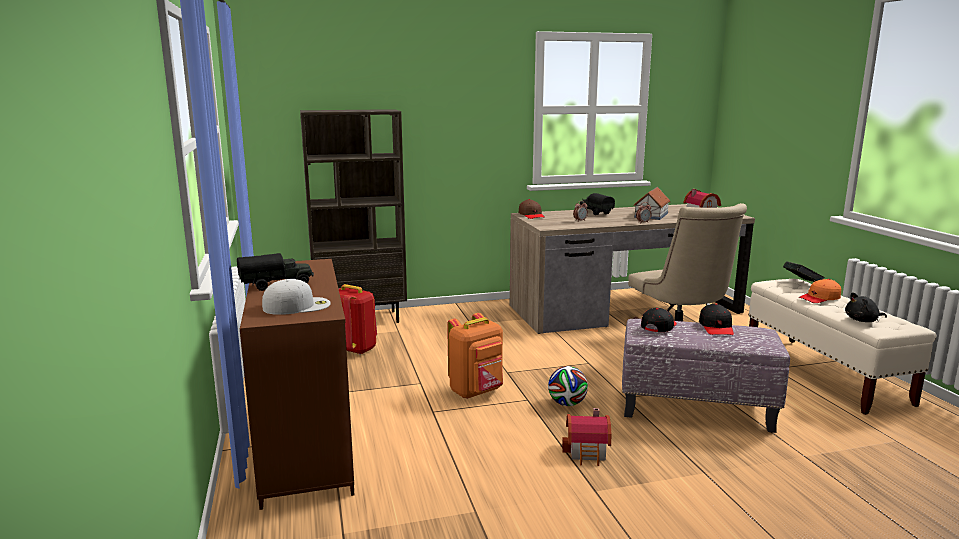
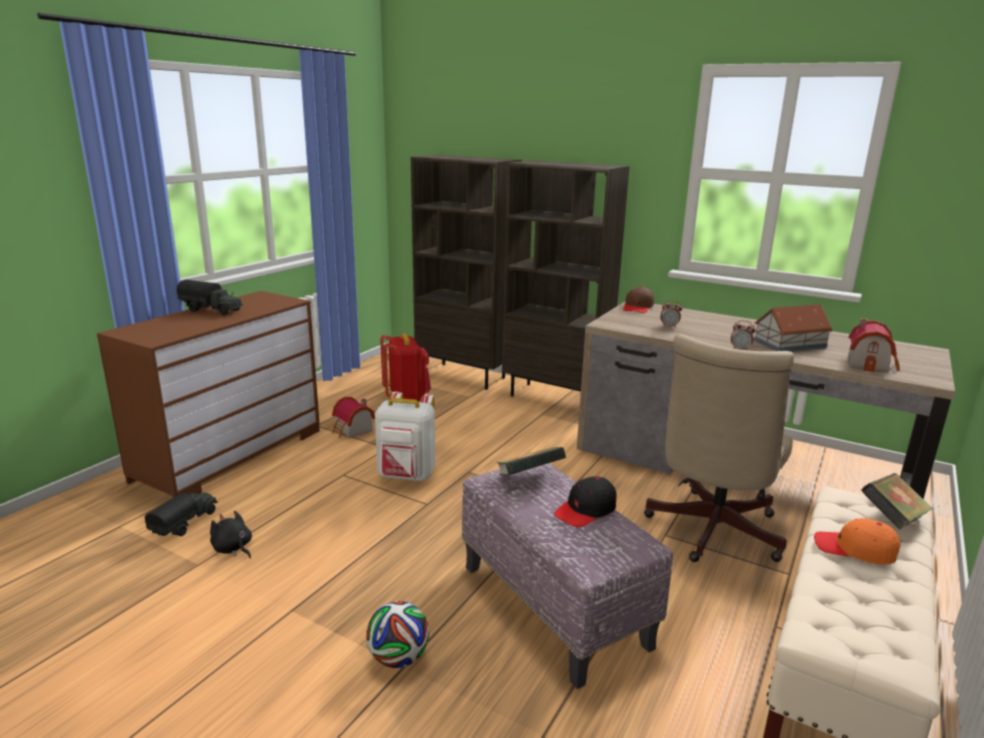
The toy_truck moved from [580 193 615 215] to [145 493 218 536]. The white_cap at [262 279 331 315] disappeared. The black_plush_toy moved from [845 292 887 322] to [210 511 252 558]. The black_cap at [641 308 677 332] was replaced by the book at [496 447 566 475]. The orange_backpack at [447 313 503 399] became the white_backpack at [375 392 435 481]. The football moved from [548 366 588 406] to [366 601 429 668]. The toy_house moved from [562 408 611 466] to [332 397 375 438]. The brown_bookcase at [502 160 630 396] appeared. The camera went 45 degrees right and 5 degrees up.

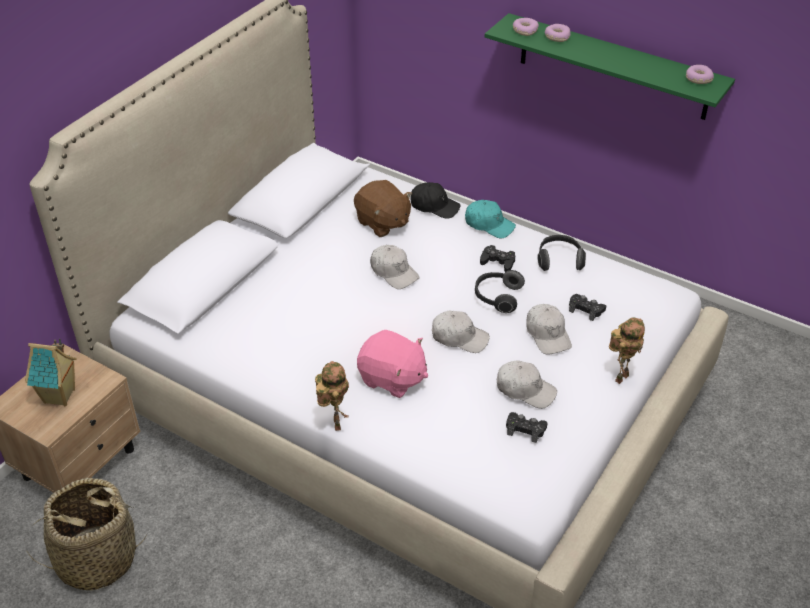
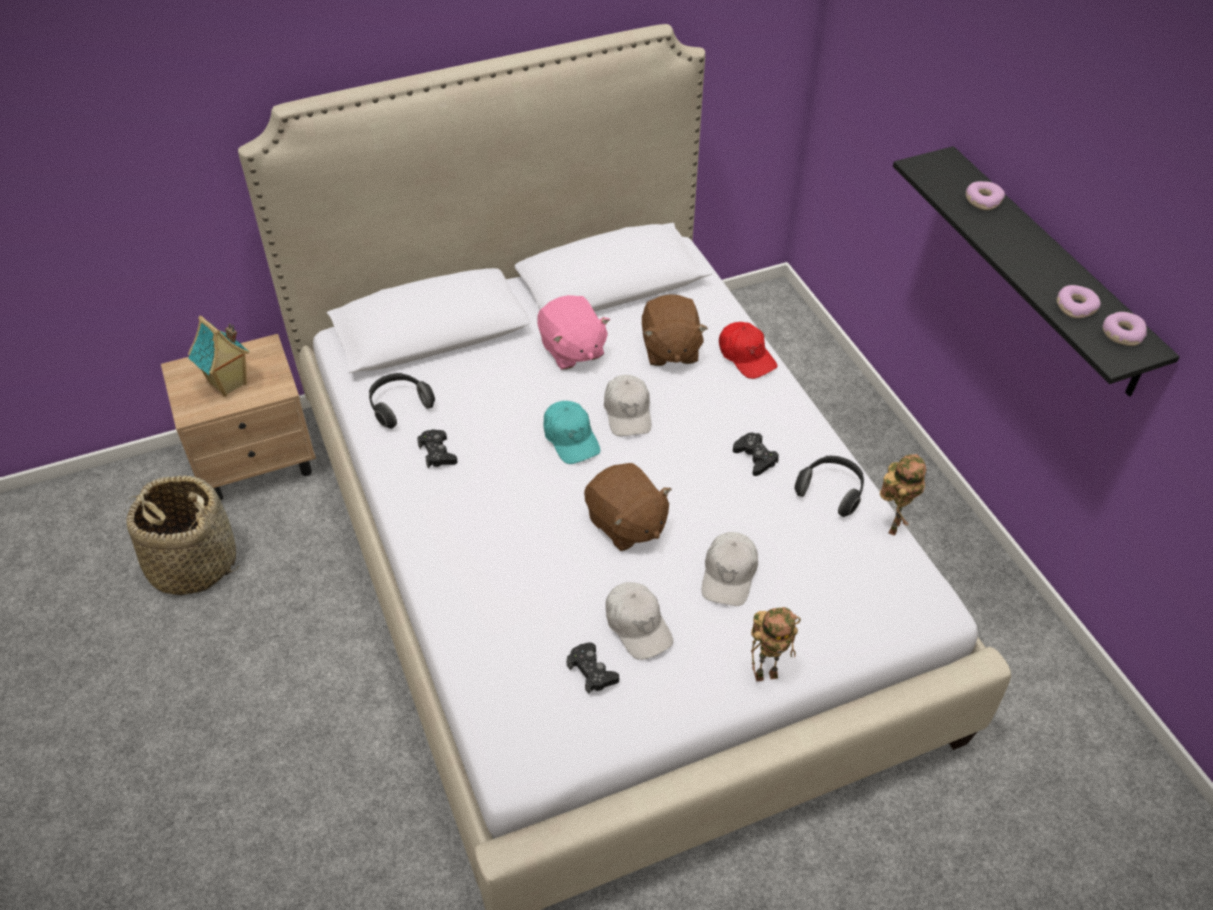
The green_shelf at [485 13 735 120] became the black_shelf at [893 146 1180 397]. The donut moved from [513 18 539 36] to [1057 285 1101 318]. The black_cap at [410 182 461 219] became the red_cap at [719 322 777 379]. The turquoise_cap moved from [465 200 516 239] to [543 401 600 464]. The headphones moved from [475 270 525 313] to [369 373 435 429]. The black_game_controller moved from [569 294 606 321] to [417 429 458 468]. The white_cap at [432 311 490 353] was replaced by the brown_plush_toy at [584 463 672 551]. The pink_plush_toy moved from [357 330 428 398] to [537 295 610 370]. The toy_robot moved from [315 361 349 431] to [880 454 926 536]. The camera went 35 degrees right and 5 degrees up.

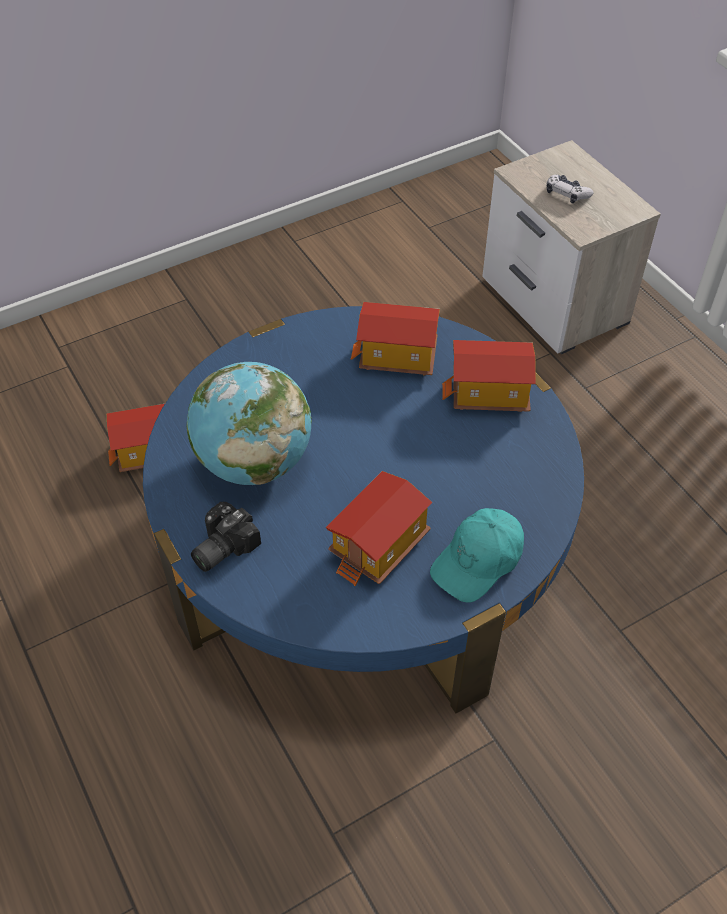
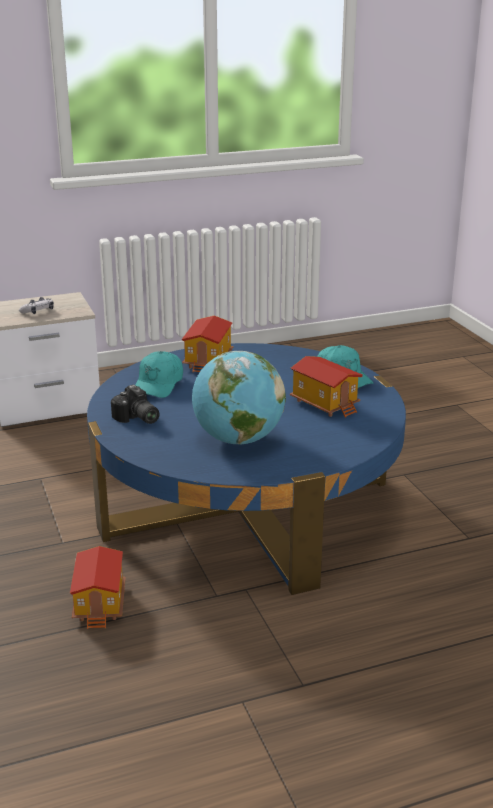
The toy_house at [351 302 440 376] was replaced by the turquoise_cap at [135 351 183 398]. The photo_camera moved from [191 502 261 572] to [111 385 159 424]. The camera went 80 degrees left and 25 degrees down.

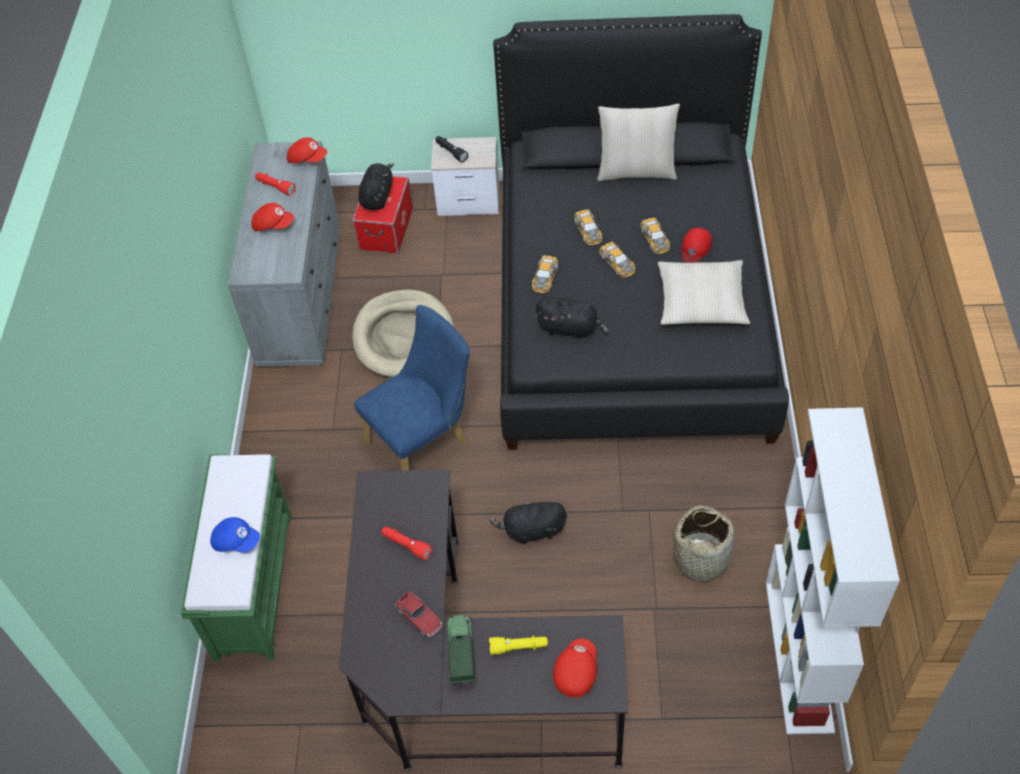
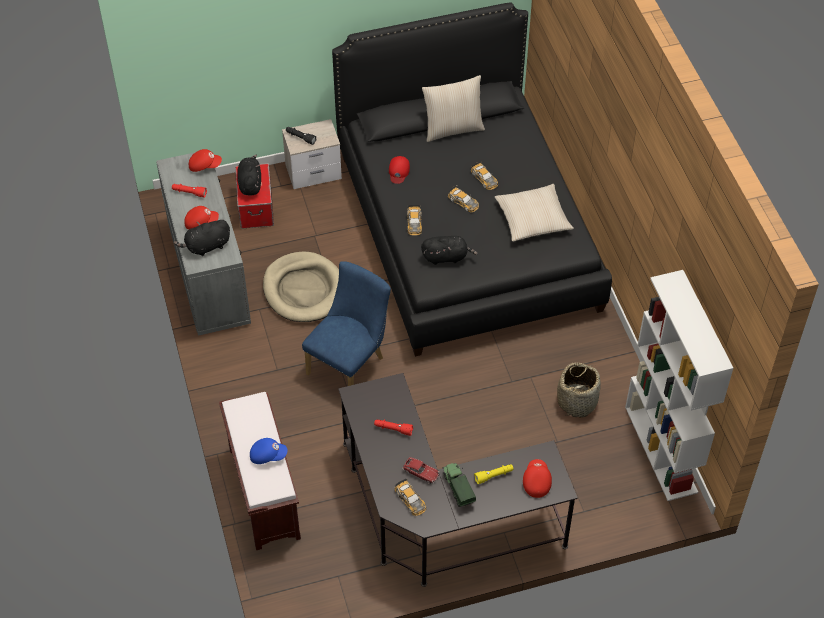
The toy_car moved from [574 207 603 245] to [395 478 427 516]. The red_cap moved from [682 228 712 263] to [389 156 410 184]. The green_bench at [181 454 291 661] became the brown_bench at [219 392 301 550]. The black_plush_toy moved from [489 499 567 544] to [174 219 230 256]. The camera went 20 degrees left and 0 degrees up.

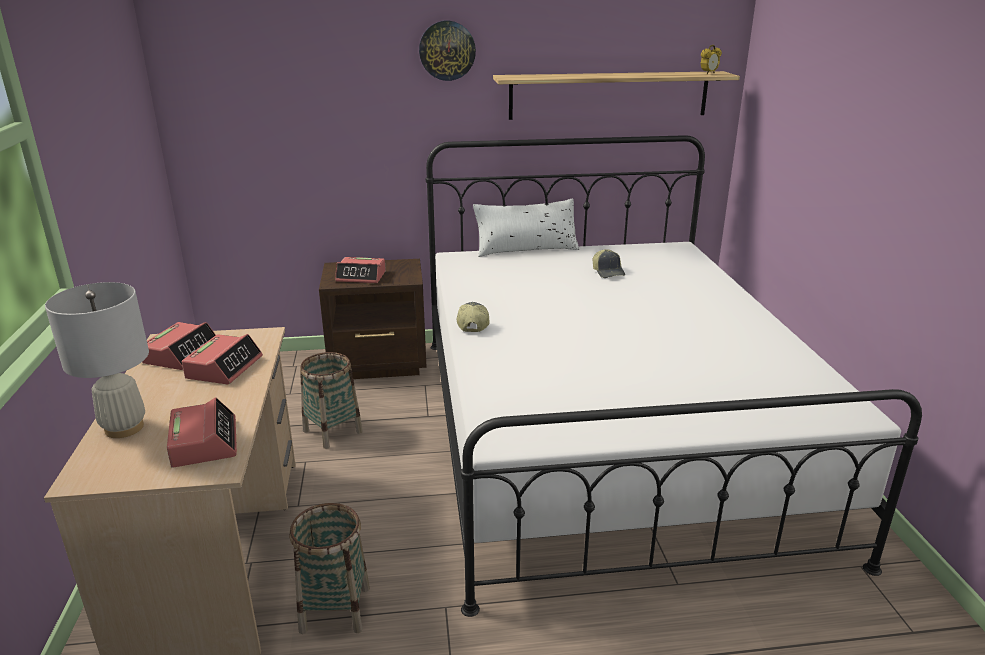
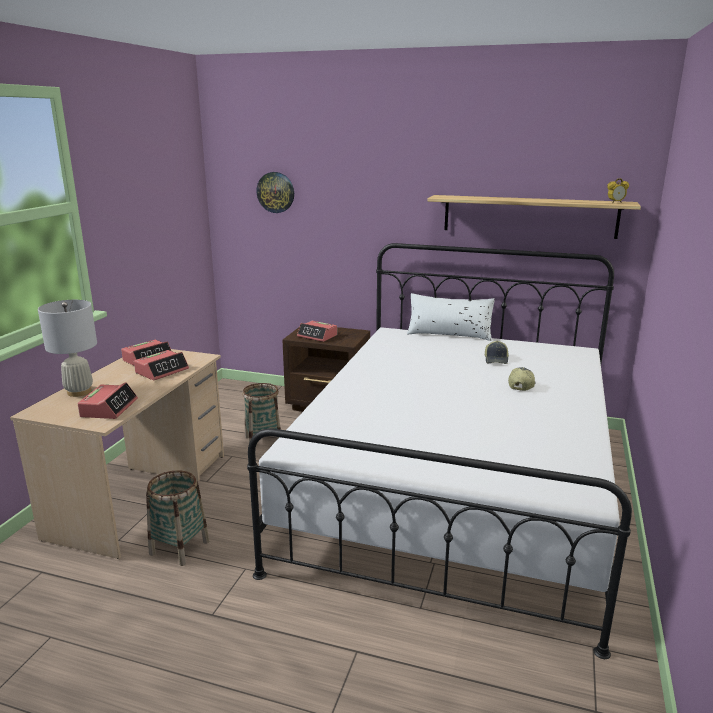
The wall_clock moved from [419 21 476 81] to [256 172 294 213]. The cap moved from [457 302 489 332] to [508 367 535 391]. The camera went 25 degrees right and 5 degrees down.

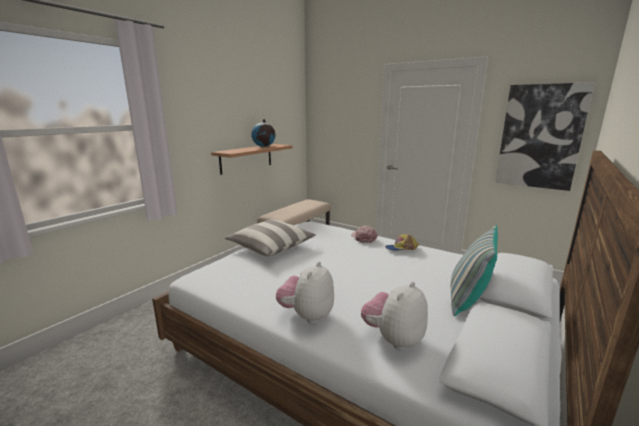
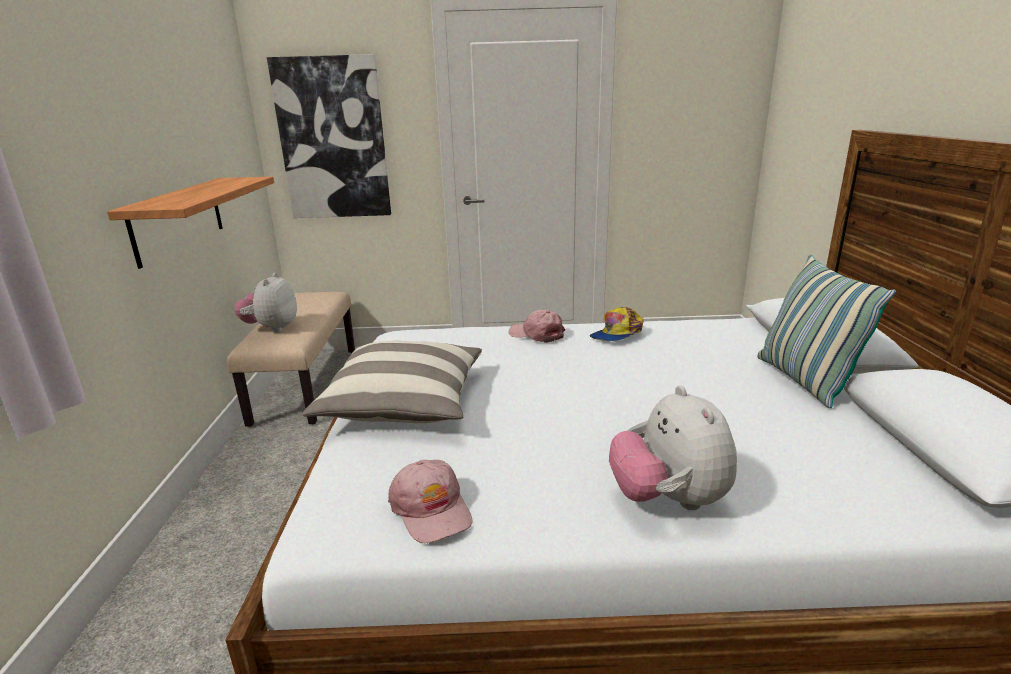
The picture moved from [495 82 595 191] to [267 54 391 218]. The globe at [251 119 275 147] disappeared. The plush_toy moved from [361 282 428 350] to [234 273 297 333]. The pink_cap at [388 460 472 543] appeared. The camera went 35 degrees left and 5 degrees up.

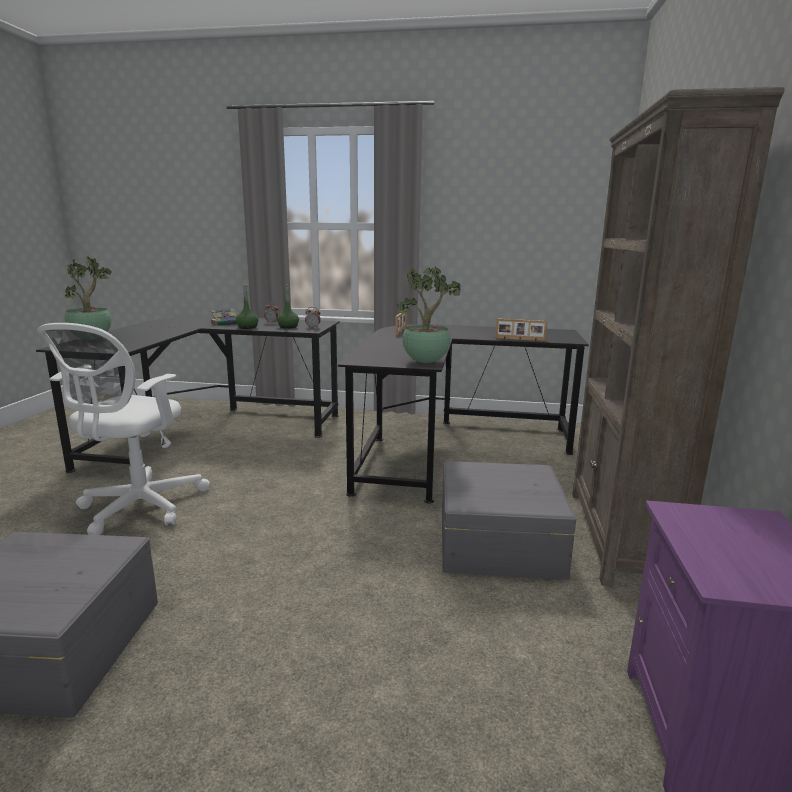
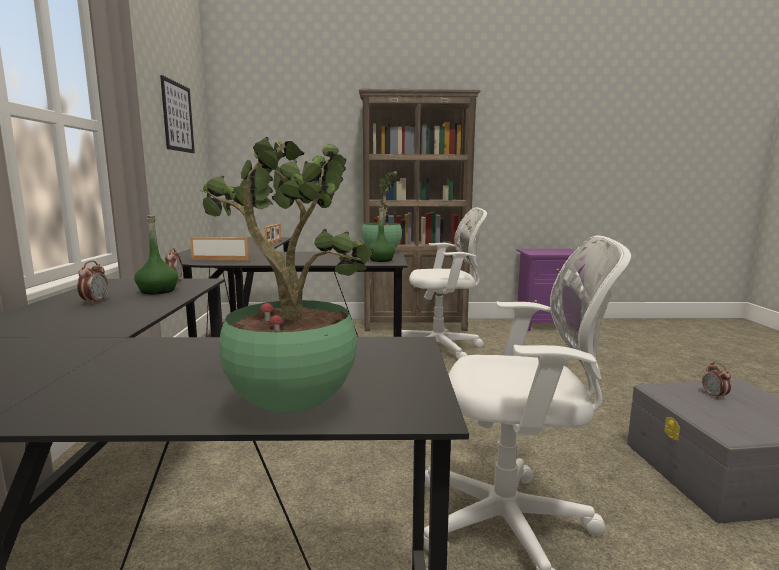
The green_bottle moved from [236 284 259 329] to [369 206 395 262]. The book at [210 308 238 326] disappeared. The grey_storage_box at [442 461 576 579] was replaced by the white_office_chair at [402 207 487 359]. The picture at [160 75 195 153] appeared. The alarm_clock at [702 362 731 400] appeared. The camera went 100 degrees left and 5 degrees down.

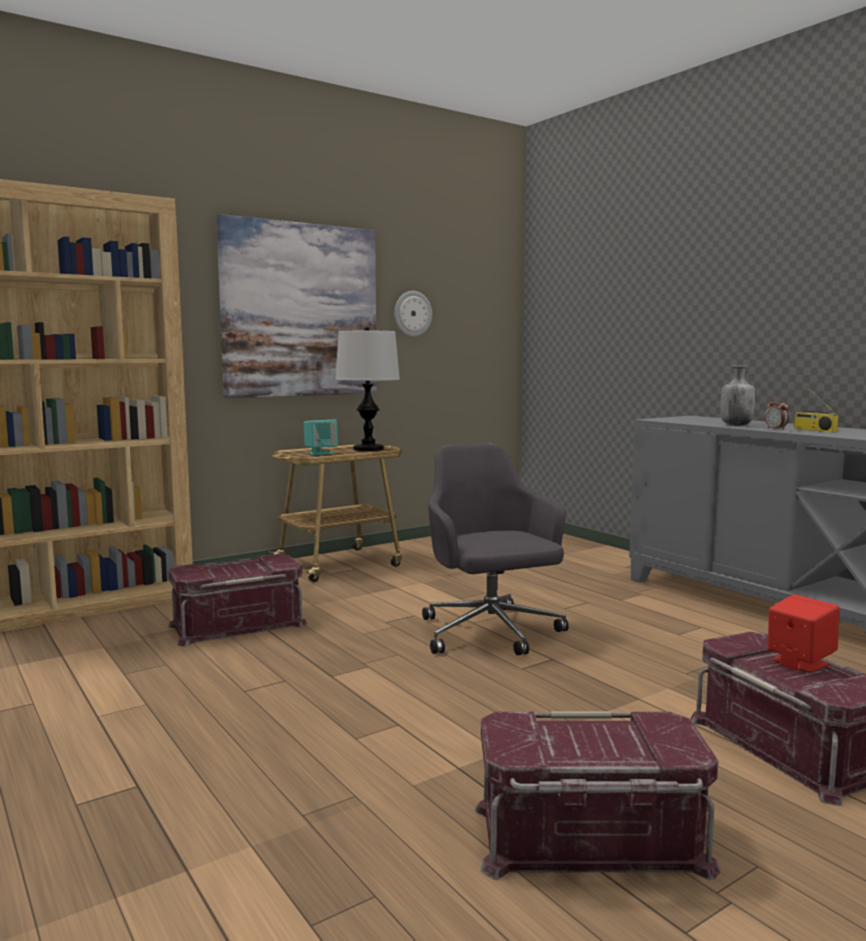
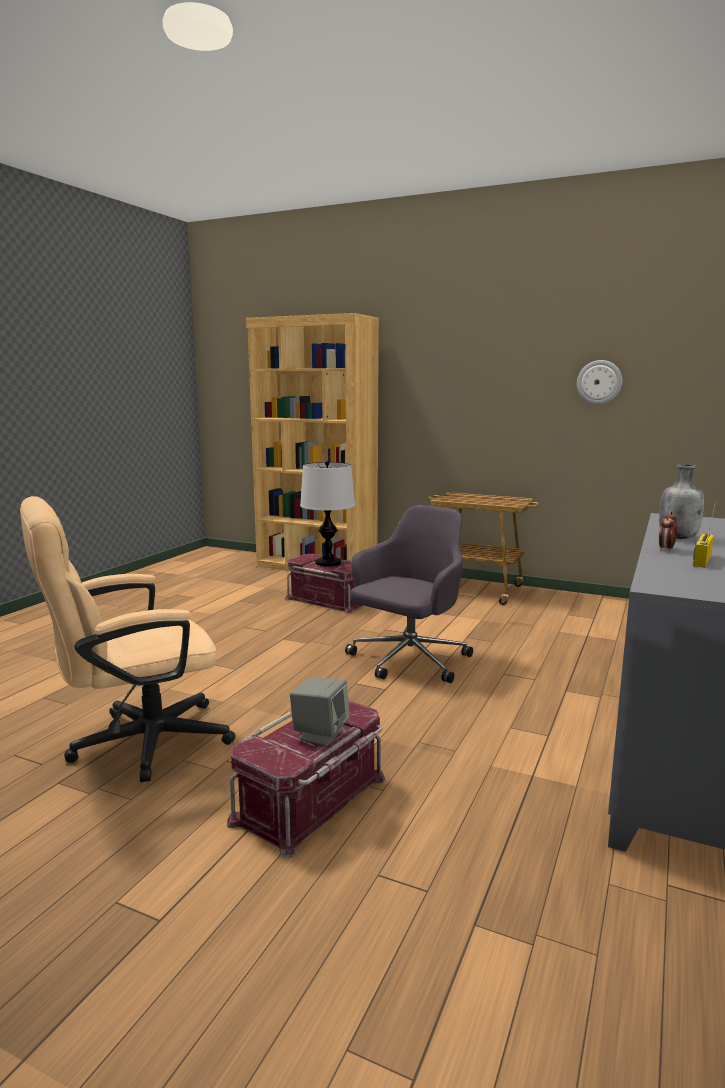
The picture at [216 214 377 398] disappeared. The table_lamp moved from [335 327 400 451] to [300 461 355 567]. The turquoise_speaker at [303 420 338 455] disappeared. The red_speaker at [768 594 839 673] became the grey_speaker at [290 677 350 746]. The red_storage_box at [475 712 721 880] was replaced by the beige_office_chair at [20 496 236 782]. The camera went 60 degrees right and 5 degrees up.

